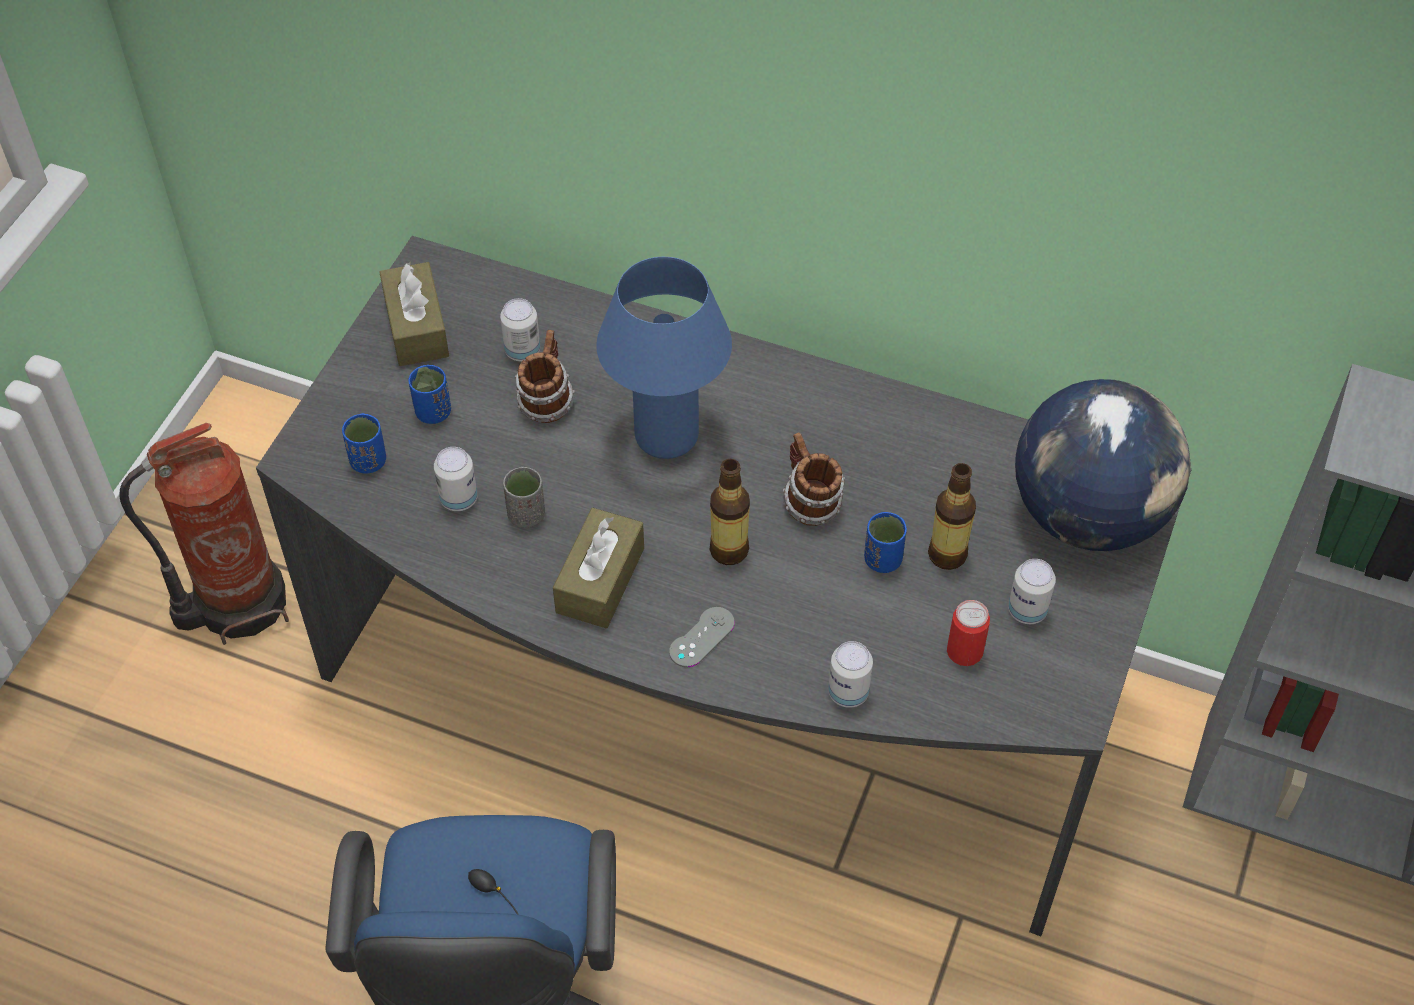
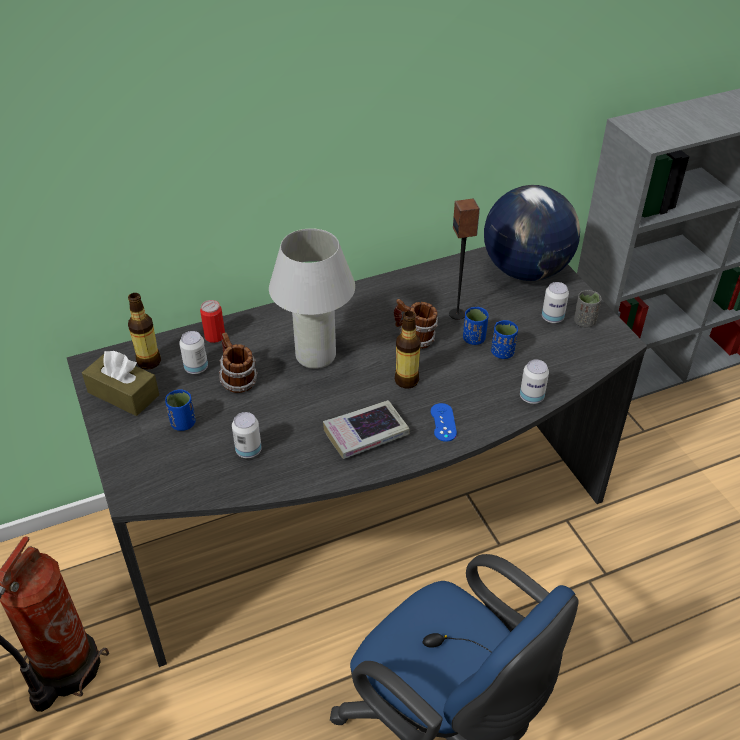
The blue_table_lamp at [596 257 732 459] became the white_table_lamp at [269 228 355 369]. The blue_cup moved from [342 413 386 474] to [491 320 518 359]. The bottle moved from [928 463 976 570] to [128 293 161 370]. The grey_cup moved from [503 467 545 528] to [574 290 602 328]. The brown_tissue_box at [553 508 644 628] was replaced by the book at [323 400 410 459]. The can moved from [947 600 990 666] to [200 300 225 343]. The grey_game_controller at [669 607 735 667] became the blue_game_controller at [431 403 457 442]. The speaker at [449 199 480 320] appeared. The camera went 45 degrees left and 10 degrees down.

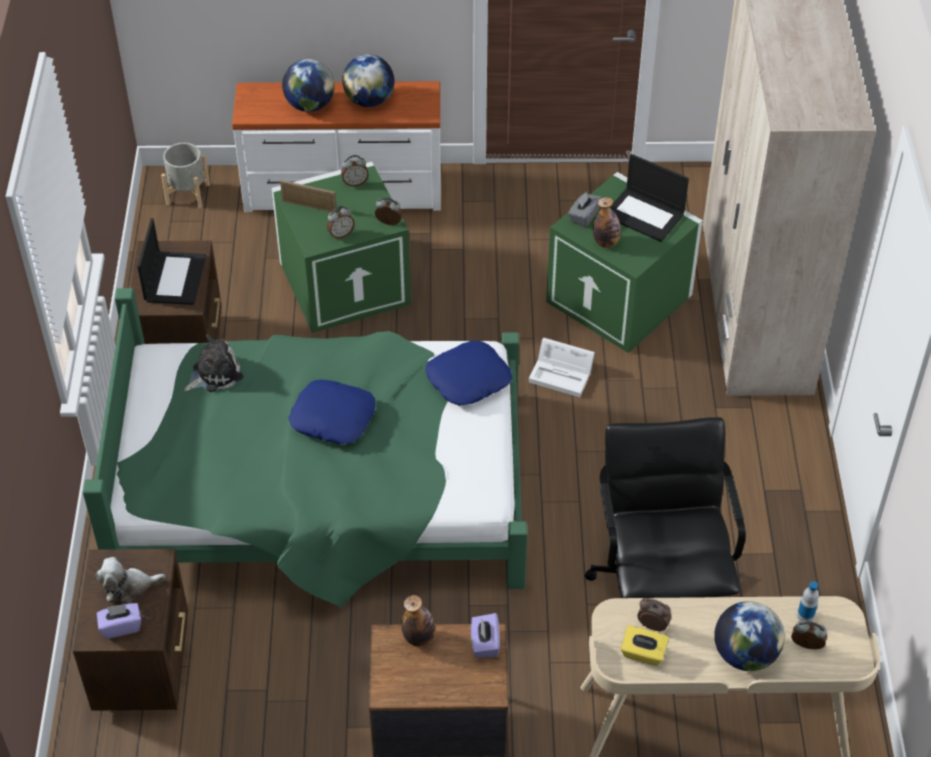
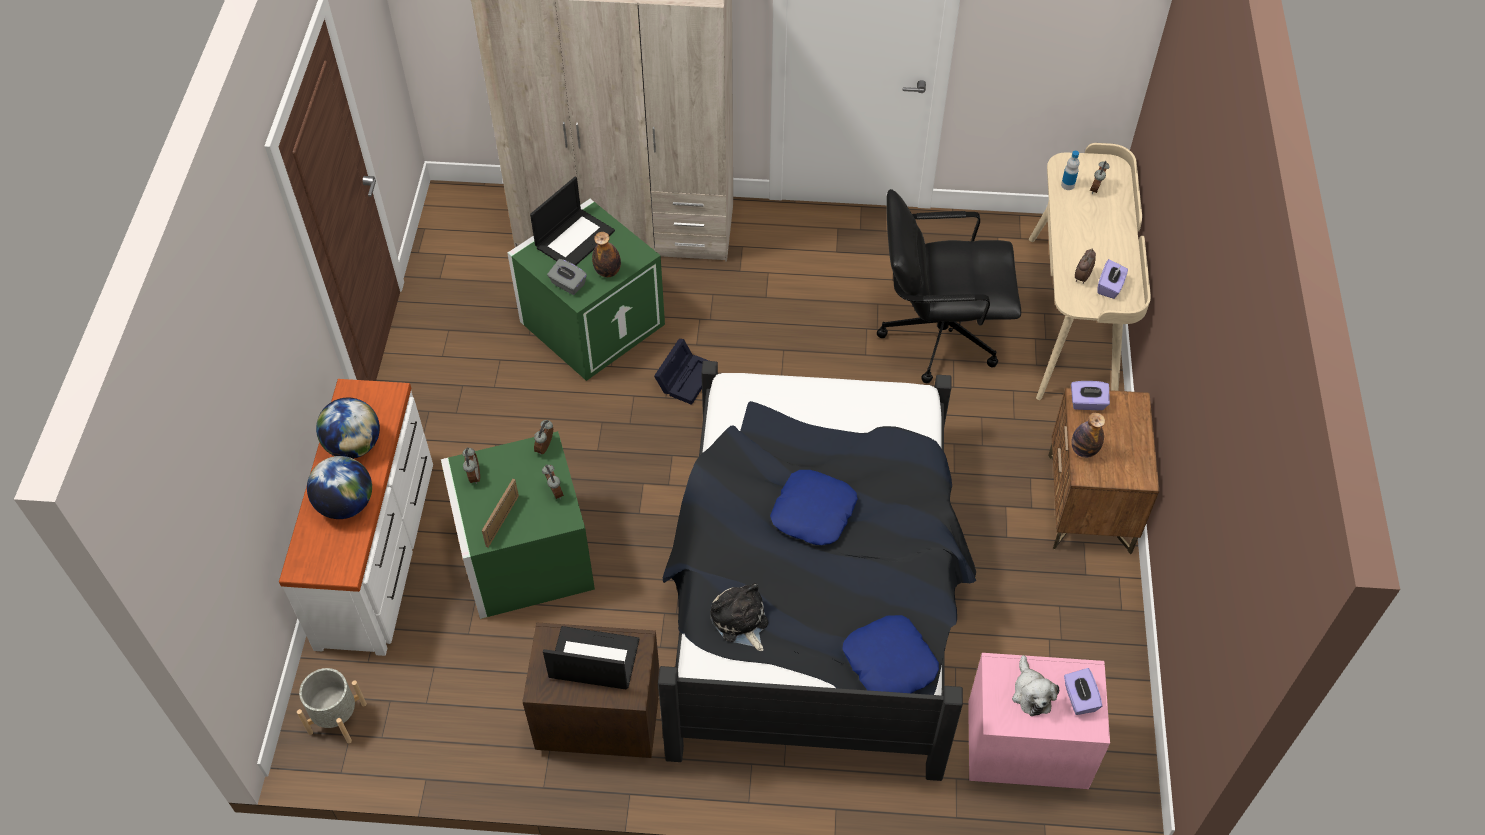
The green_bed at [83 288 527 607] became the black_bed at [658 361 976 781]. The white_storage_box at [529 338 595 397] became the black_storage_box at [654 339 709 405]. The blue_pillow moved from [425 341 513 406] to [842 615 939 693]. The brown_nightstand at [73 549 188 711] became the pink_nightstand at [968 653 1110 789]. The globe at [714 601 785 671] disappeared. The yellow_tissue_box at [621 625 669 666] became the purple_tissue_box at [1097 259 1128 299]. The camera went 85 degrees left and 5 degrees up.

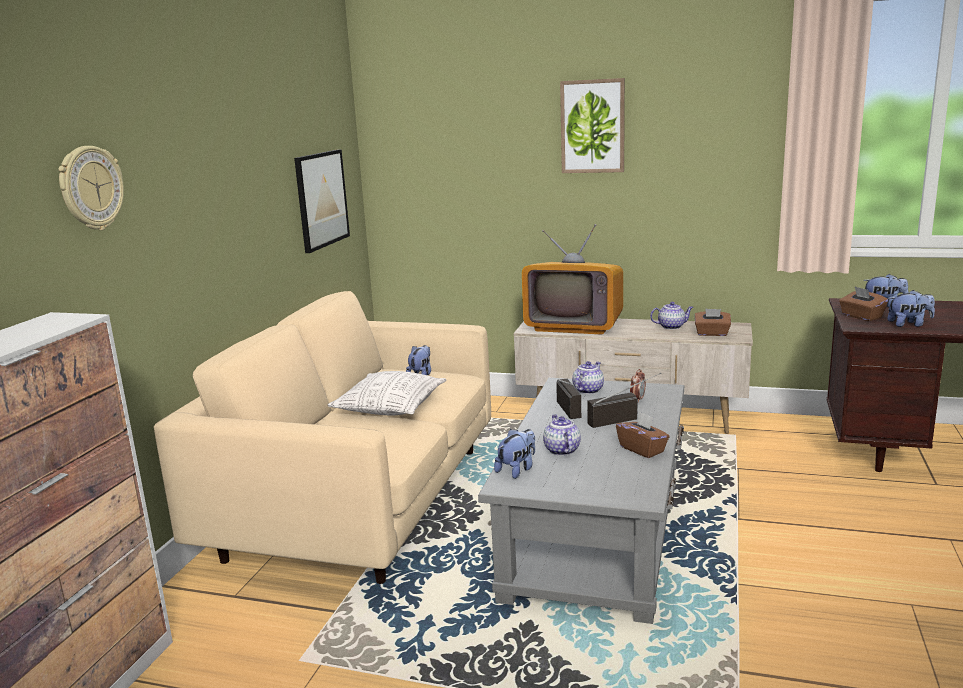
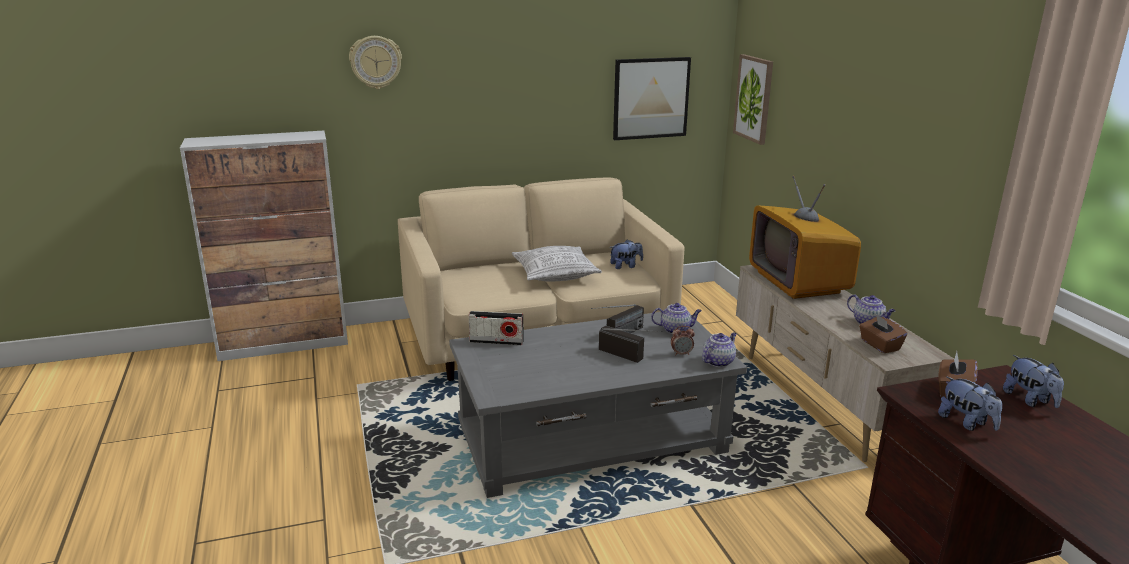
The picture moved from [560 78 625 173] to [733 54 773 145]. The brown_tissue_box at [616 412 670 458] disappeared. The teapot moved from [543 415 581 456] to [702 333 737 367]. The plush_toy at [494 429 535 479] was replaced by the radio at [469 311 524 345]. The camera went 55 degrees right and 5 degrees up.

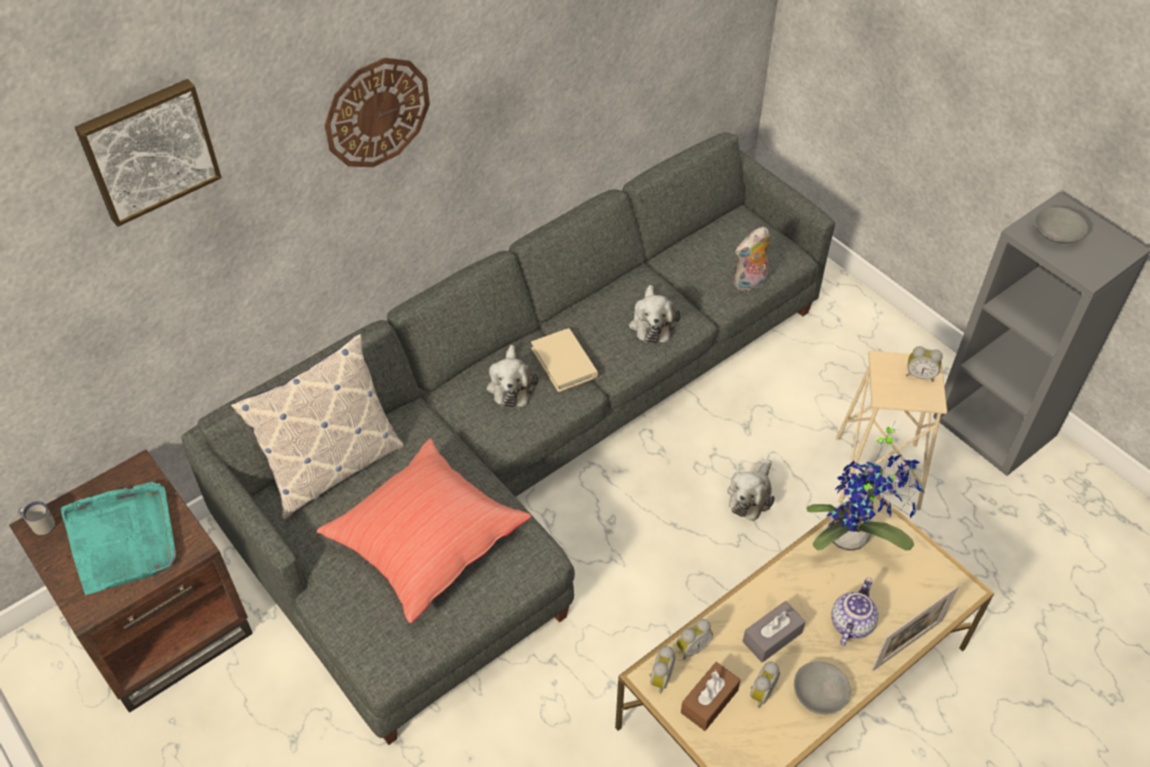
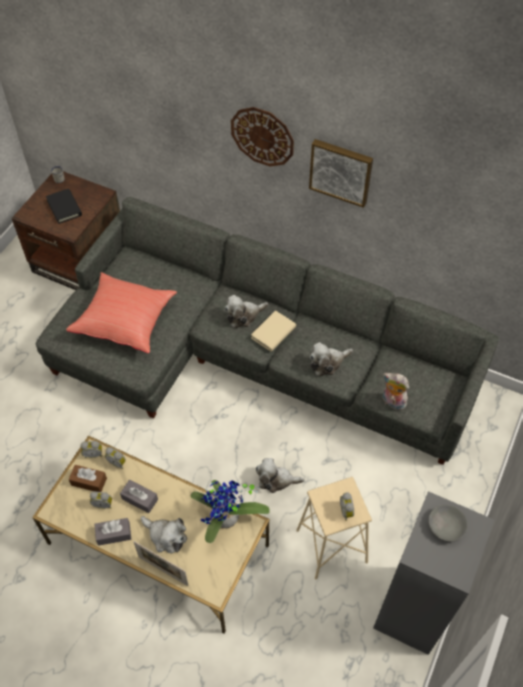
The picture moved from [75 79 222 227] to [309 139 373 208]. The pillow at [231 334 404 519] disappeared. The turquoise_tray at [60 482 176 595] was replaced by the black_book at [46 189 82 224]. The teapot at [831 577 878 646] was replaced by the plush_toy at [141 516 187 553]. The grey_bowl at [794 661 850 715] was replaced by the grey_tissue_box at [94 518 131 546]. The camera went 65 degrees right and 5 degrees up.

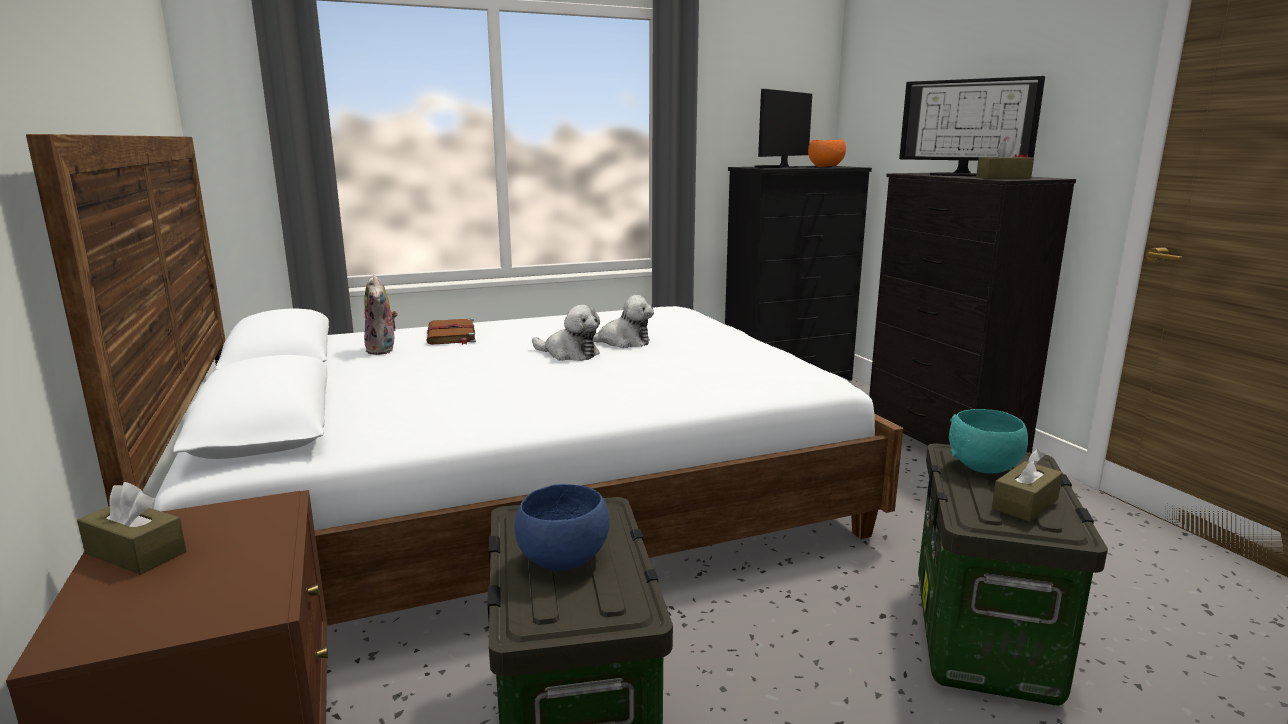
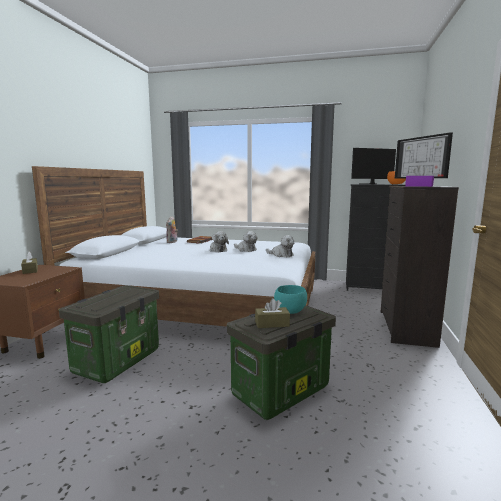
The brown_tissue_box at [976 138 1034 179] became the purple_tissue_box at [405 166 434 187]. The blue_bowl at [515 484 610 571] disappeared. The plush_toy at [266 235 295 257] appeared. The camera went 35 degrees right and 5 degrees down.

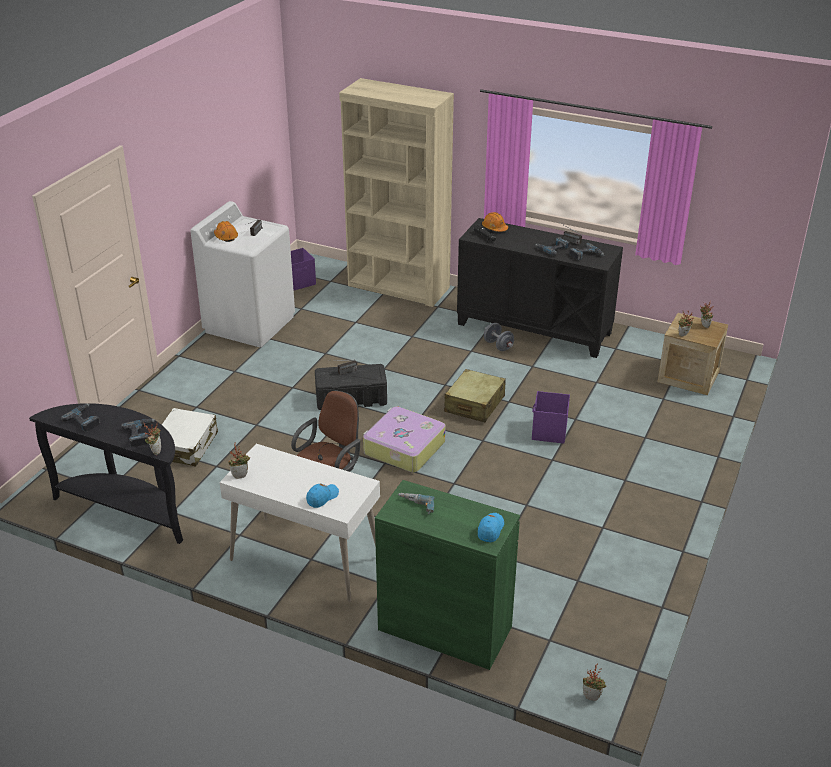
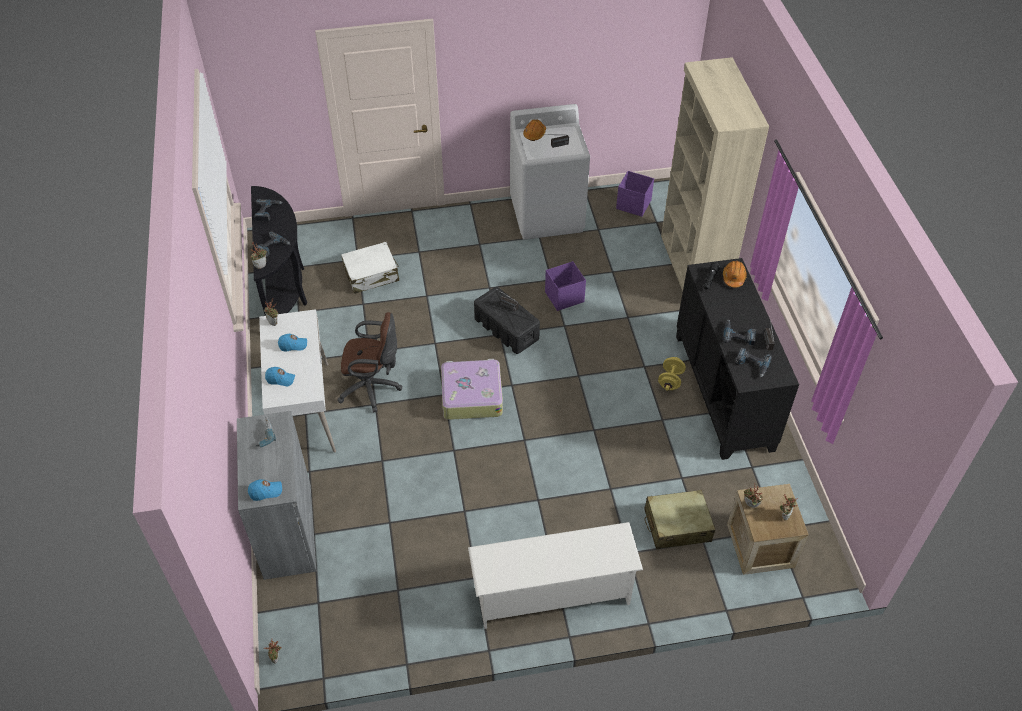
The grey_dumbbell at [484 323 514 351] became the yellow_dumbbell at [658 357 686 391]. The beige_suitcase moved from [444 369 506 422] to [644 490 715 549]. The purple_storage_box moved from [532 391 570 444] to [545 261 586 311]. The green_cabinet at [375 480 520 670] became the grey_cabinet at [237 411 316 580]. The blue_cap at [278 334 307 351] appeared. The white_shoe_rack at [468 522 643 629] appeared. The camera went 55 degrees right and 15 degrees up.

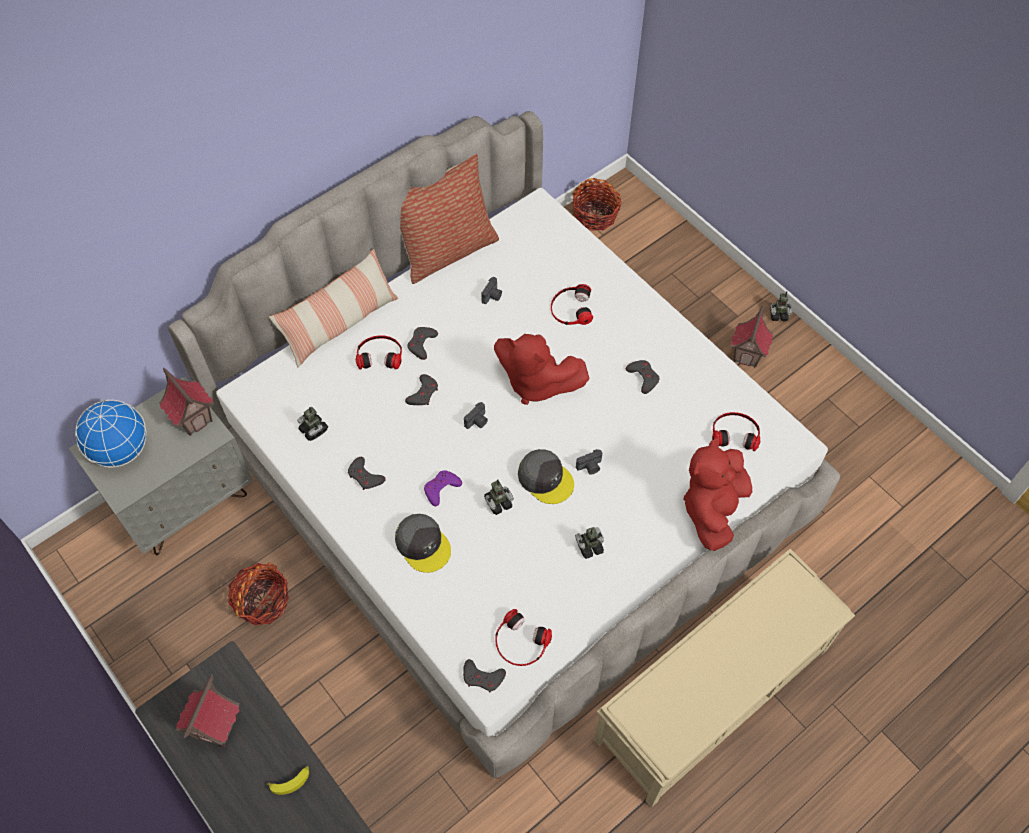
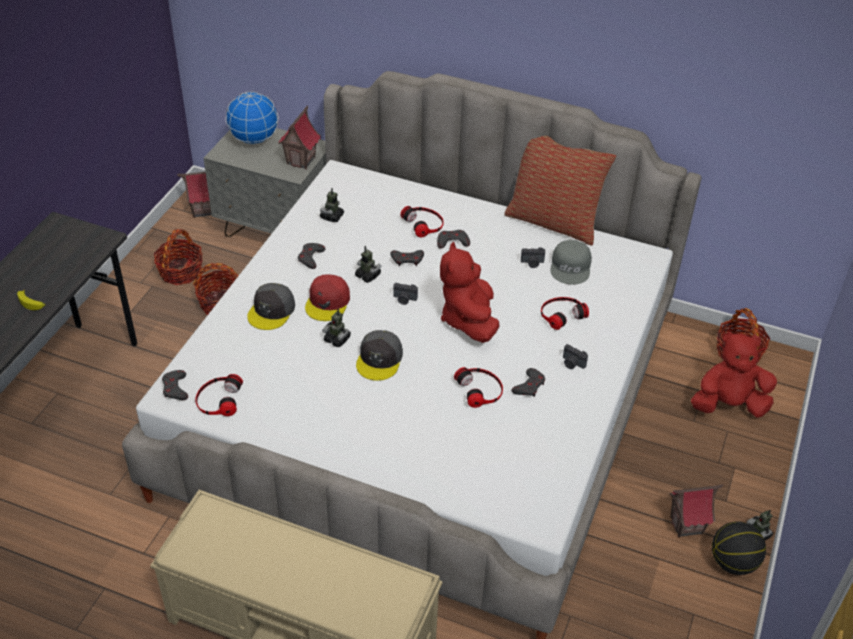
The pillow at [269 249 398 368] disappeared. The headphones moved from [712 412 761 451] to [454 367 503 408]. The red_plush_toy moved from [683 438 752 551] to [691 332 777 418]. The photo_camera moved from [576 449 602 475] to [563 344 588 369]. The purple_game_controller at [424 470 462 506] was replaced by the red_cap at [305 274 350 321]. The toy_robot moved from [575 527 604 559] to [355 246 382 283]. The toy_house moved from [175 674 240 748] to [177 172 212 218]. The basket at [154 229 203 285] appeared. The grey_cap at [550 240 592 285] appeared. The basketball at [712 522 766 575] appeared. The camera went 60 degrees right and 15 degrees down.

